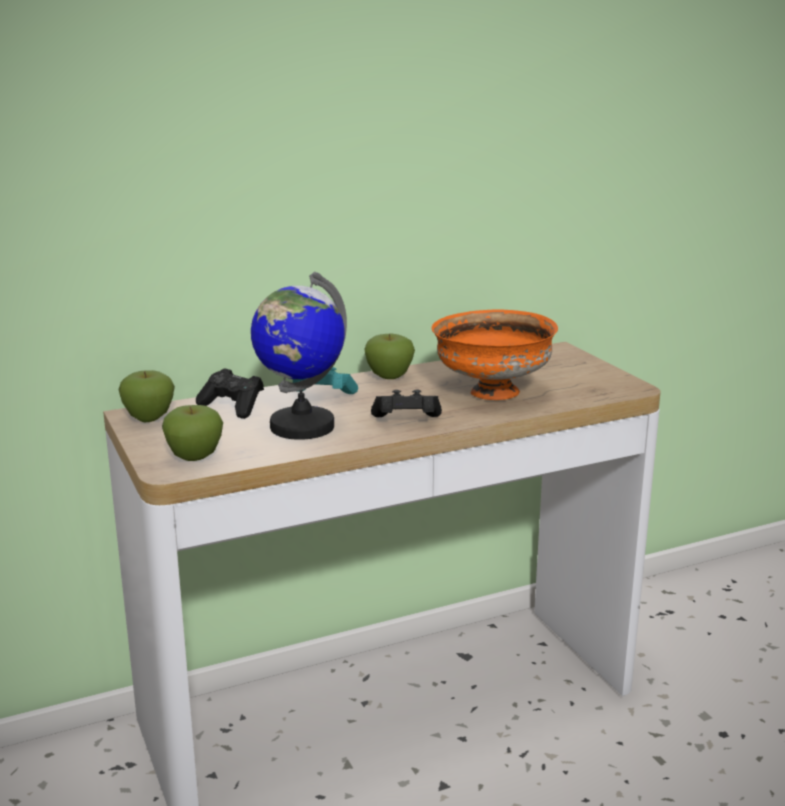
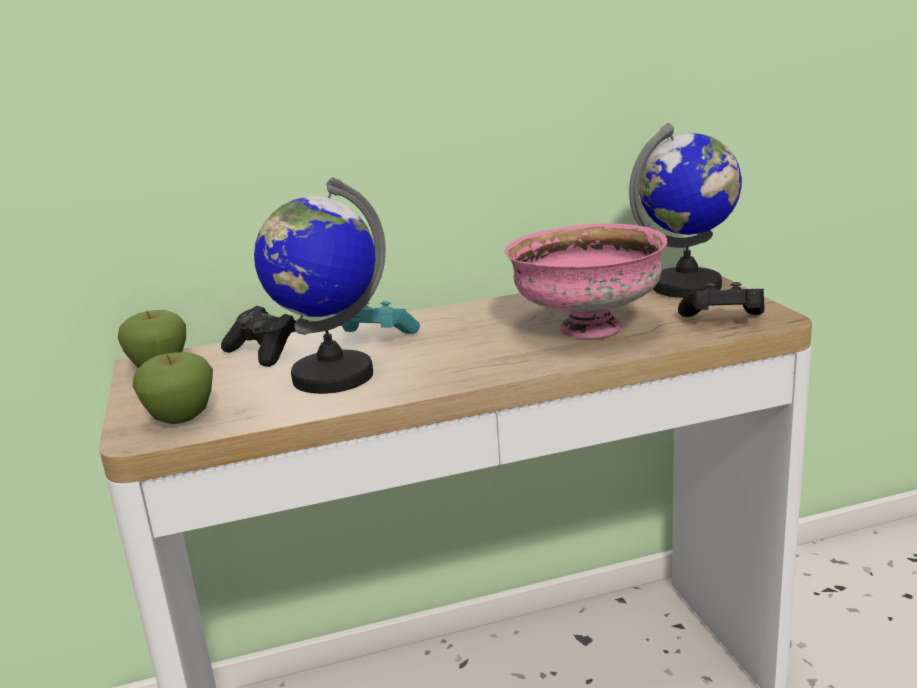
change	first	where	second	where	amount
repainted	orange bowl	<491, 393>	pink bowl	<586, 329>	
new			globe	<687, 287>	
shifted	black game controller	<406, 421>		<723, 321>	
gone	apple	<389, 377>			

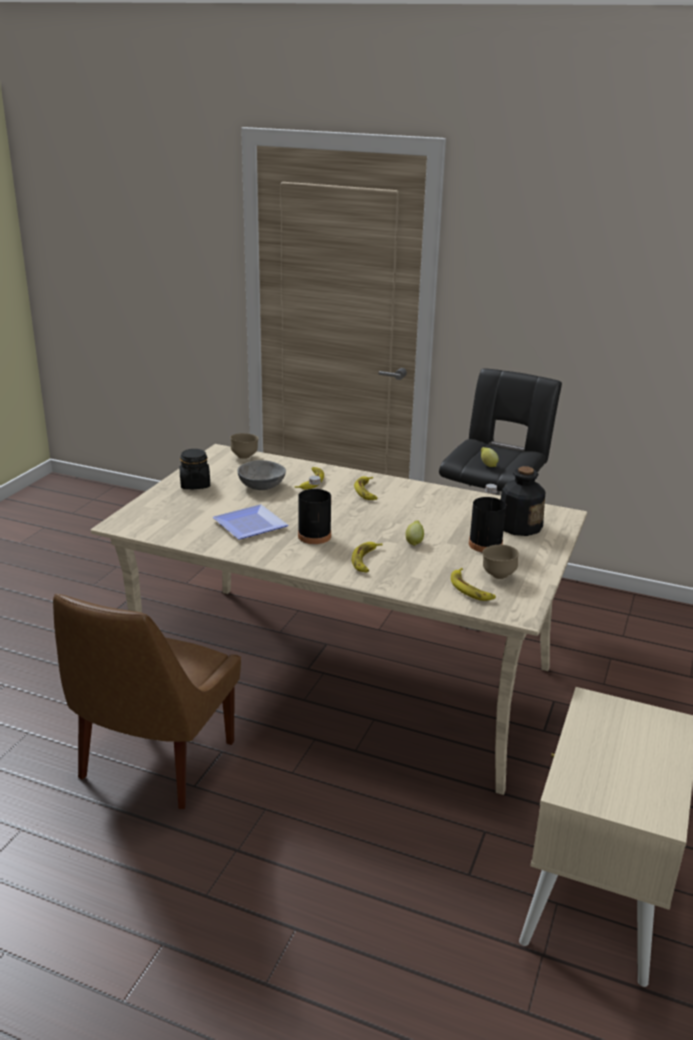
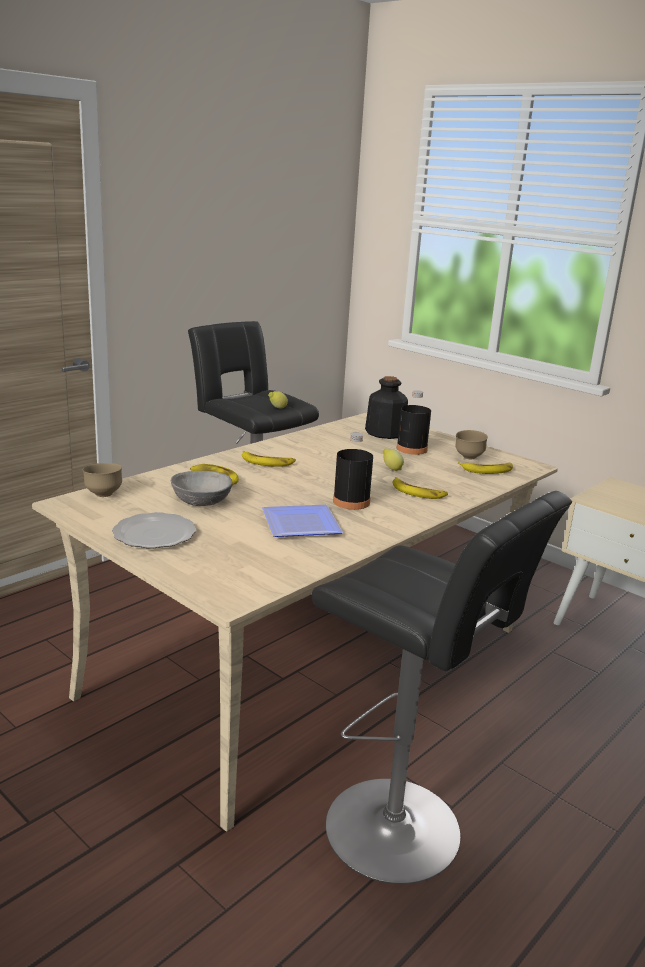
change	first	where	second	where	amount
swapped	black jar	<195, 484>	plate	<155, 534>	
swapped	brown chair	<154, 763>	black stool	<402, 833>	

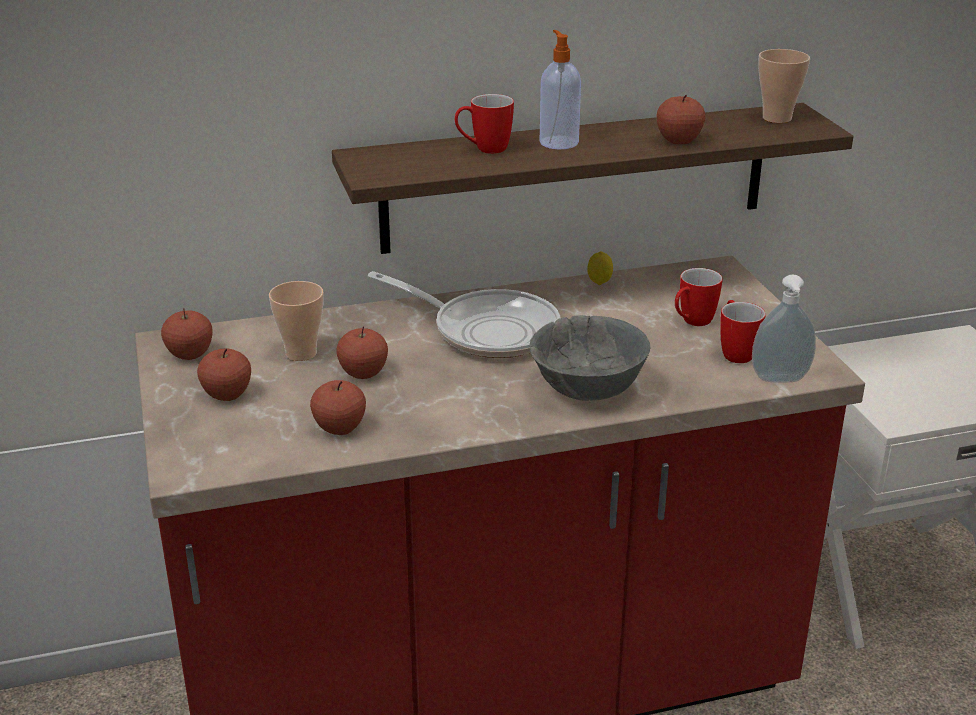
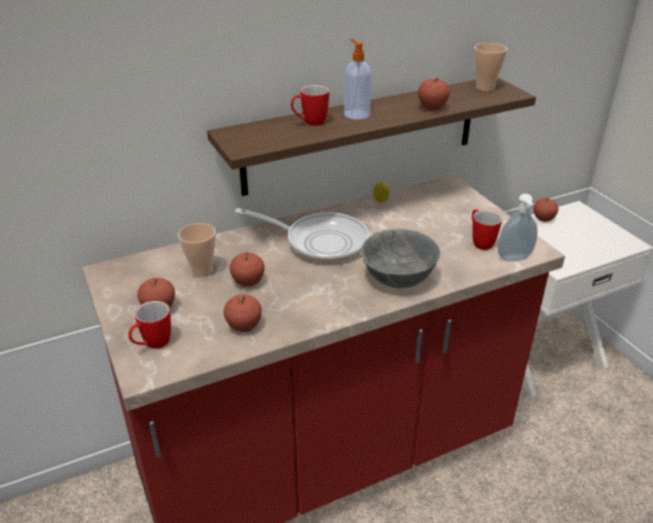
change	first	where	second	where	amount
shifted	mug	<692, 323>		<152, 345>	
shifted	apple	<190, 354>		<543, 219>	

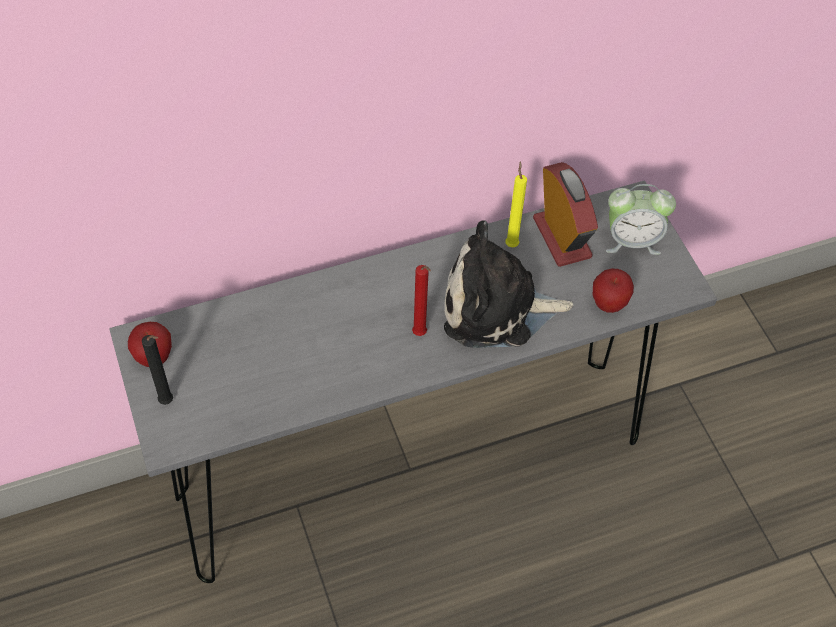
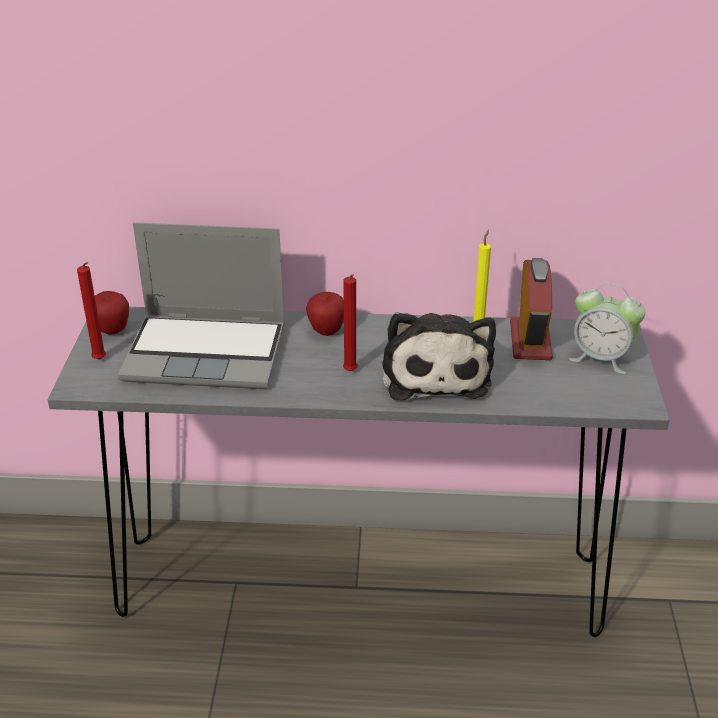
change	first	where	second	where	amount
repainted	black candle	<168, 402>	red candle	<100, 360>	
new			laptop	<208, 353>	
shifted	apple	<608, 304>		<326, 331>	
rotated	plush toy	<497, 308>		<435, 372>	120 degrees counterclockwise

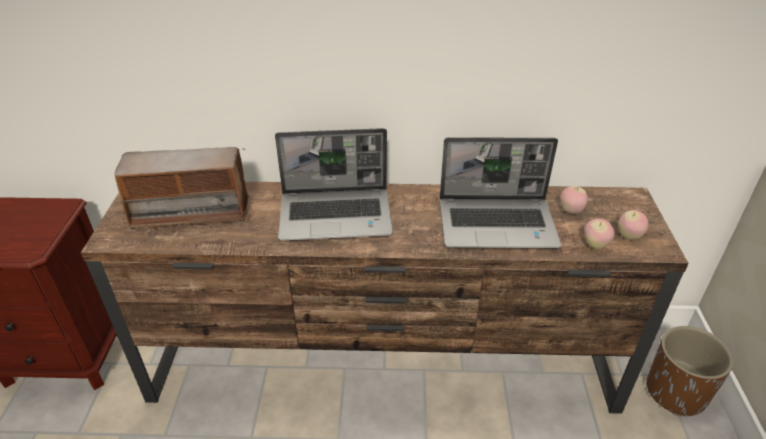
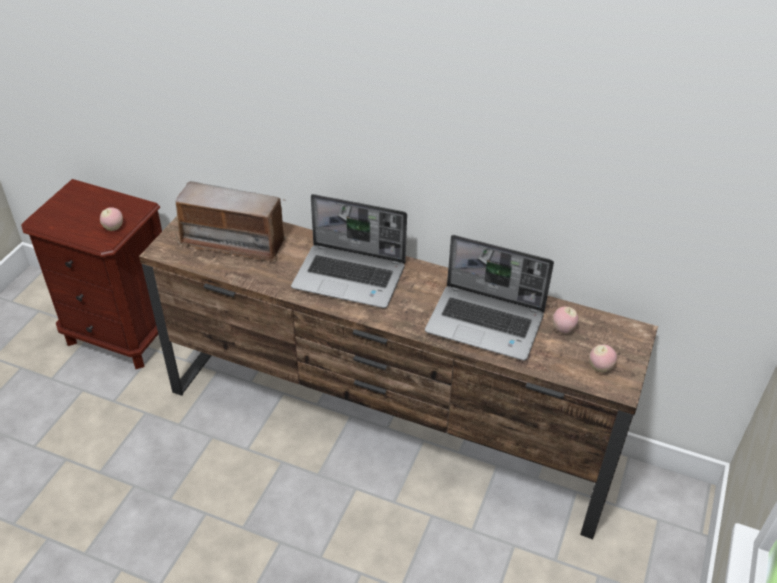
change	first	where	second	where	amount
shifted	apple	<595, 245>		<114, 228>	
gone	brown planter	<676, 392>			

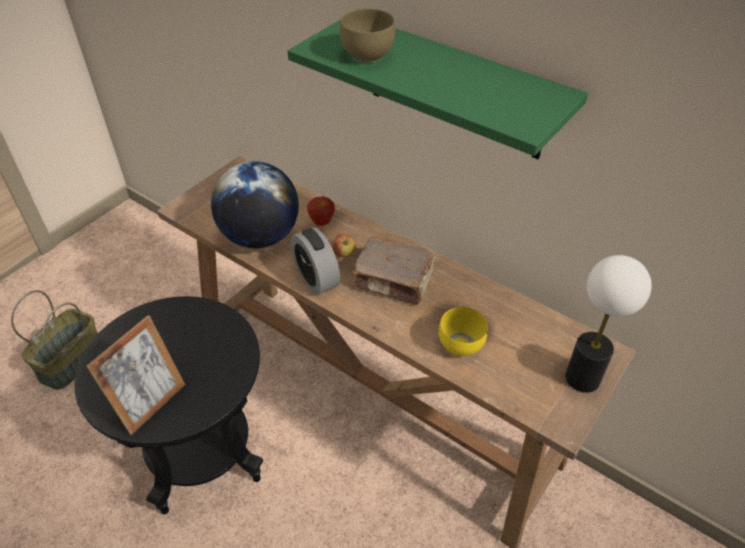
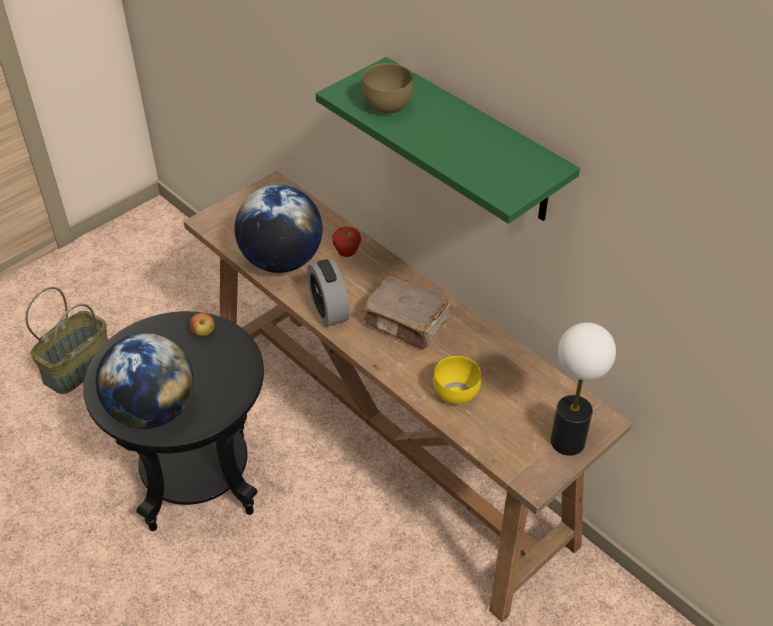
change	first	where	second	where	amount
swapped	picture frame	<151, 404>	globe	<152, 411>	
shifted	apple	<344, 253>		<203, 332>	

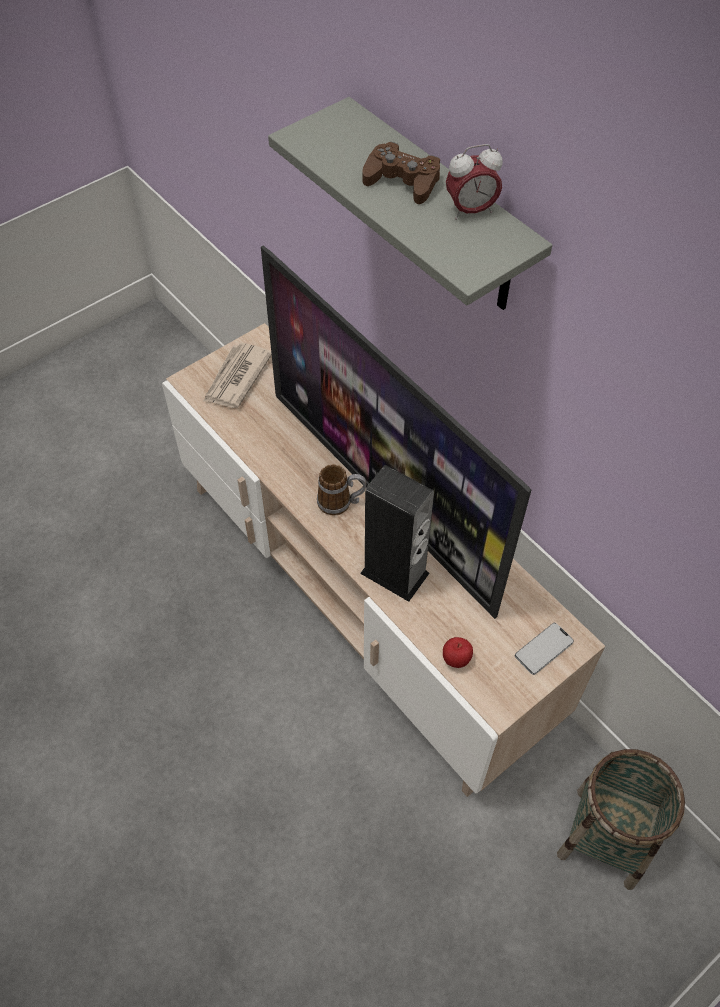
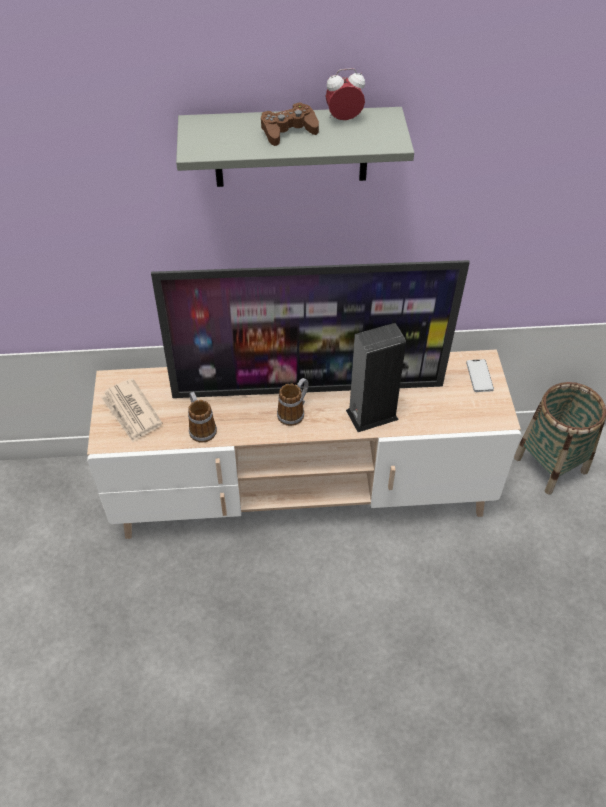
change	first	where	second	where	amount
new			mug	<201, 427>	
rotated	alarm clock	<470, 211>		<344, 119>	120 degrees counterclockwise
gone	apple	<456, 659>			

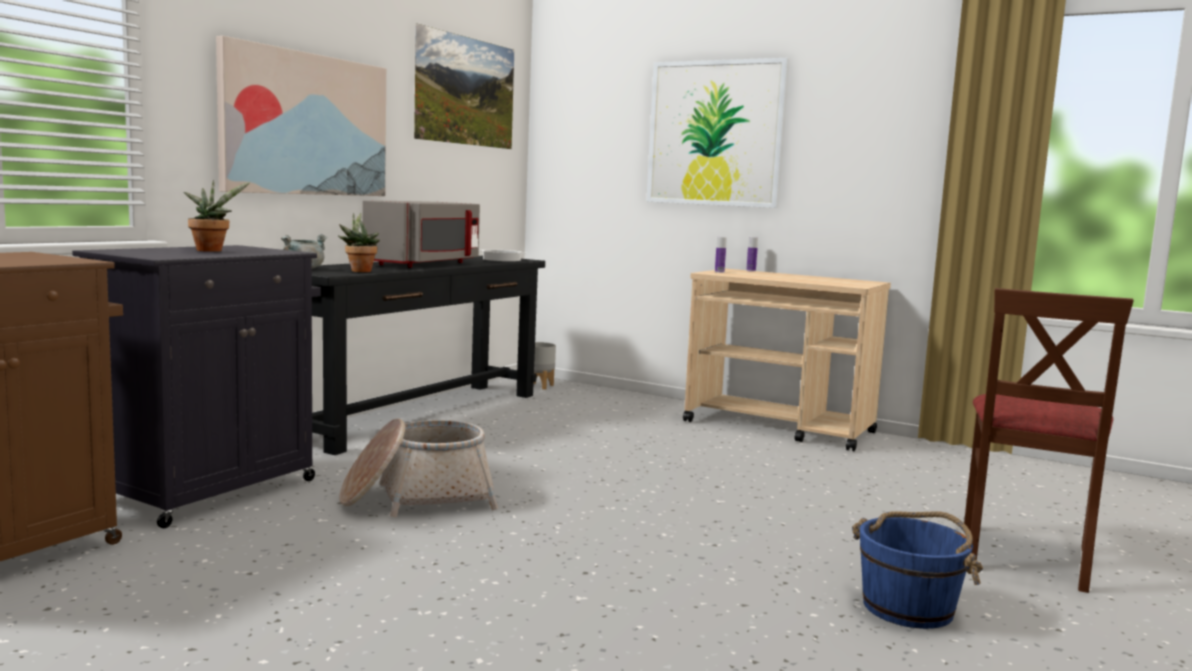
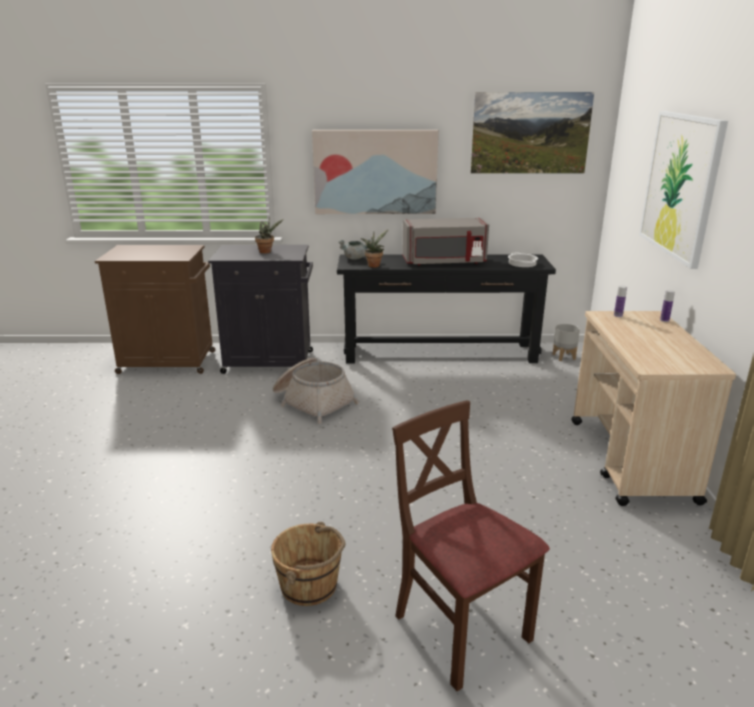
change	first	where	second	where	amount
repainted	blue bucket	<909, 608>	brown bucket	<310, 585>	
rotated	brown chair	<1025, 557>		<460, 629>	60 degrees clockwise

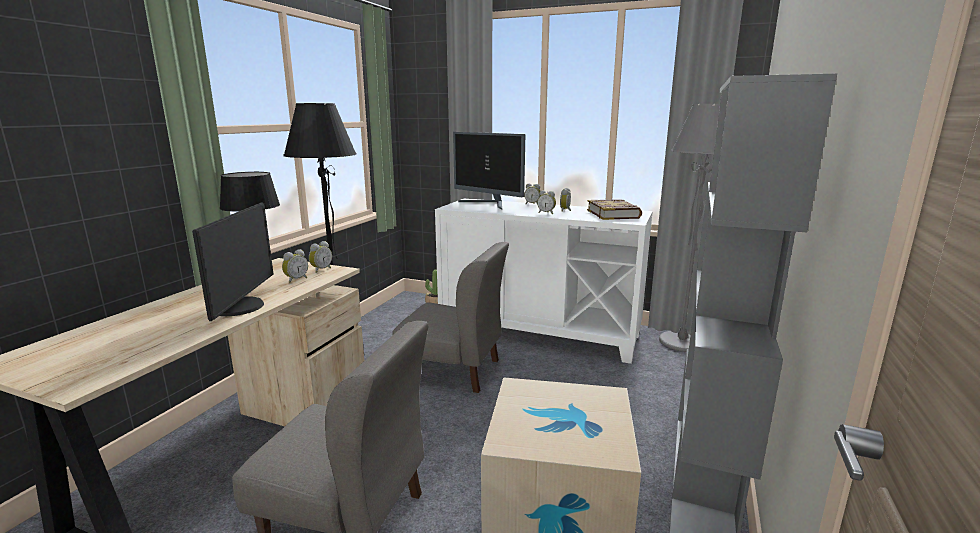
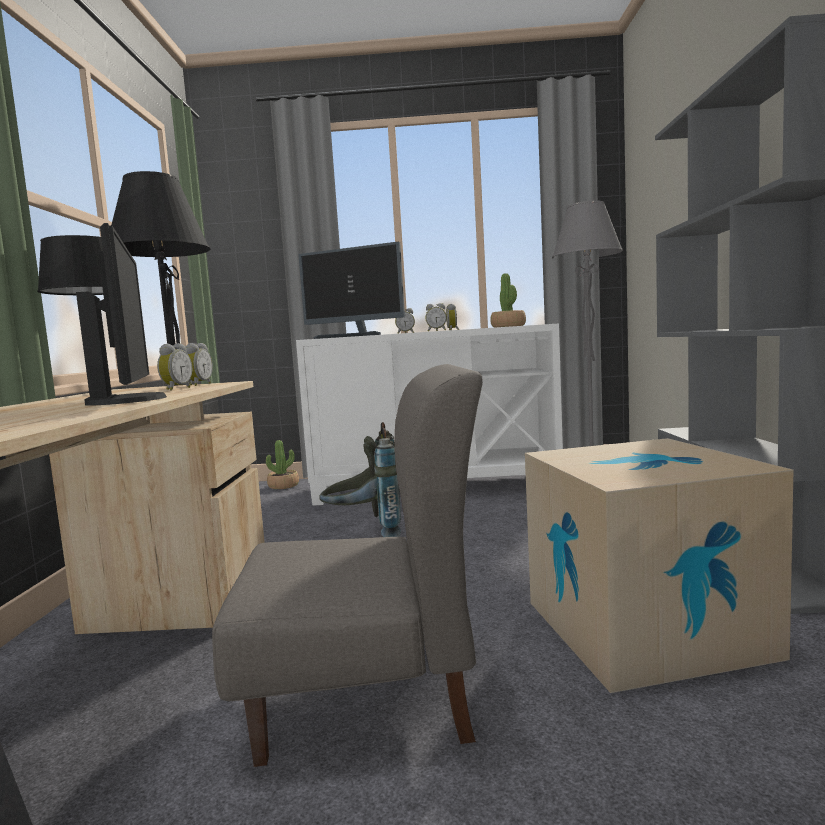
change	first	where	second	where	amount
swapped	grey chair	<453, 370>	grey backpack	<365, 532>	
swapped	book	<613, 214>	potted plant	<508, 326>	

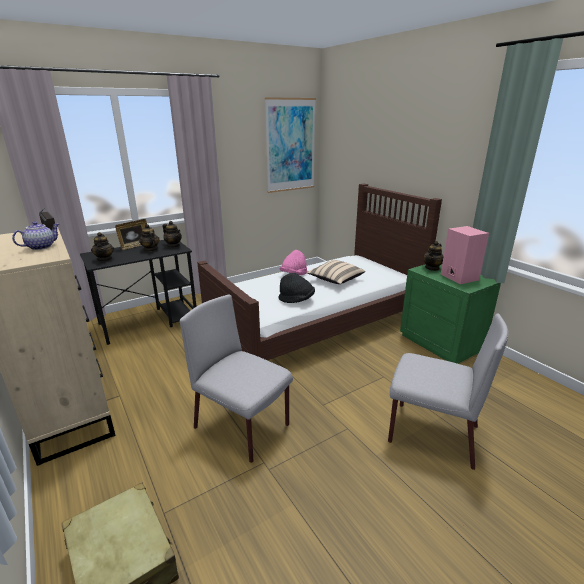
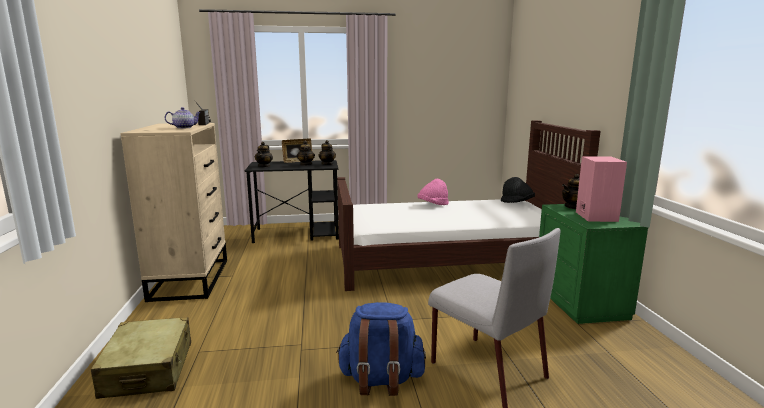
change	first	where	second	where	amount
new			blue backpack	<381, 380>	
shifted	black hat	<297, 300>		<517, 203>	
gone	grey chair	<243, 427>			
gone	picture	<290, 145>			
gone	beige pillow	<335, 280>			

